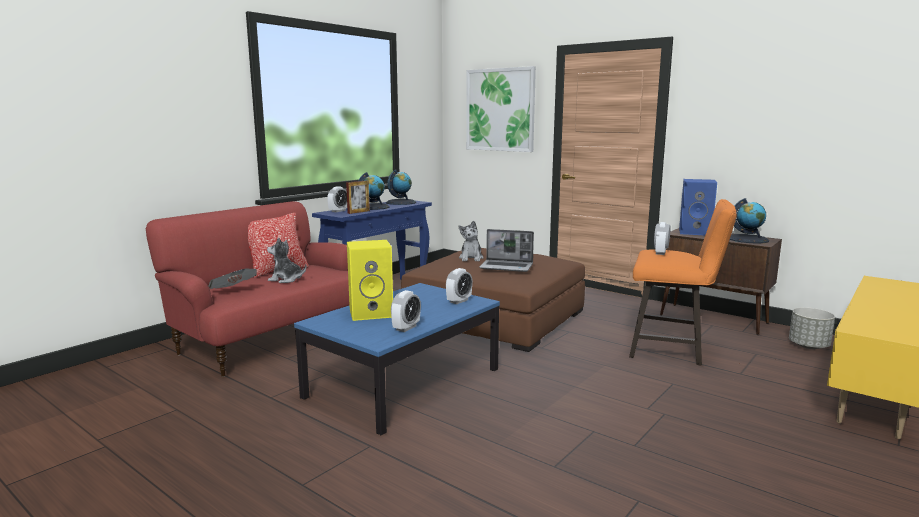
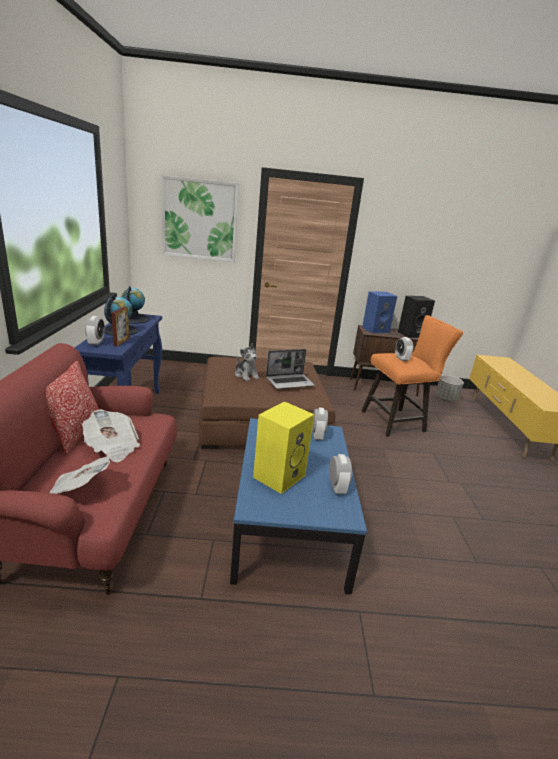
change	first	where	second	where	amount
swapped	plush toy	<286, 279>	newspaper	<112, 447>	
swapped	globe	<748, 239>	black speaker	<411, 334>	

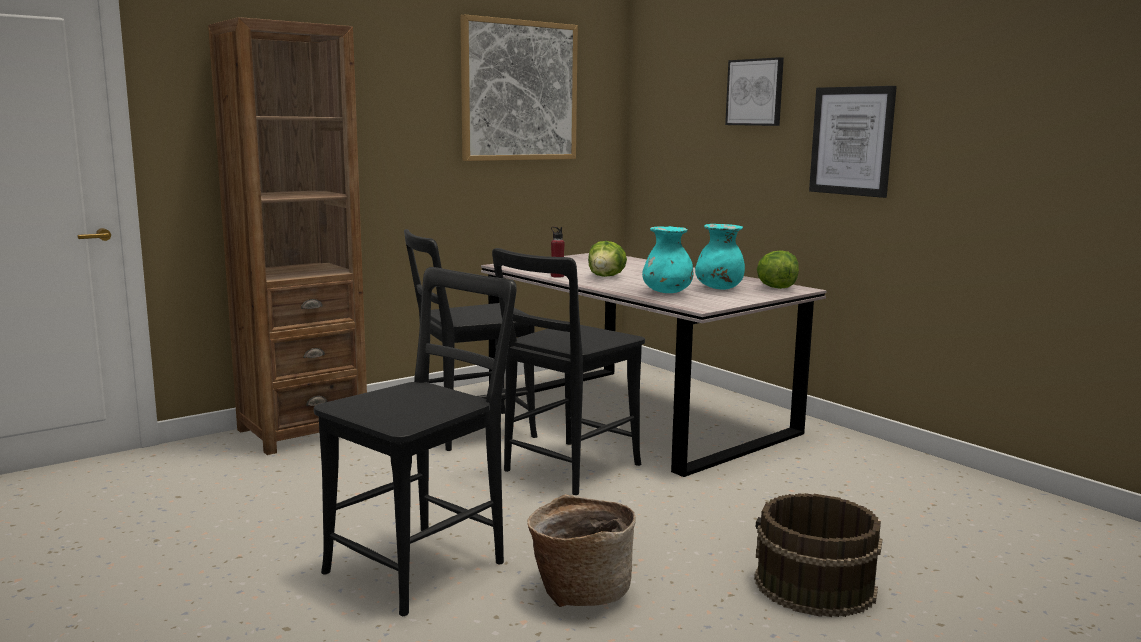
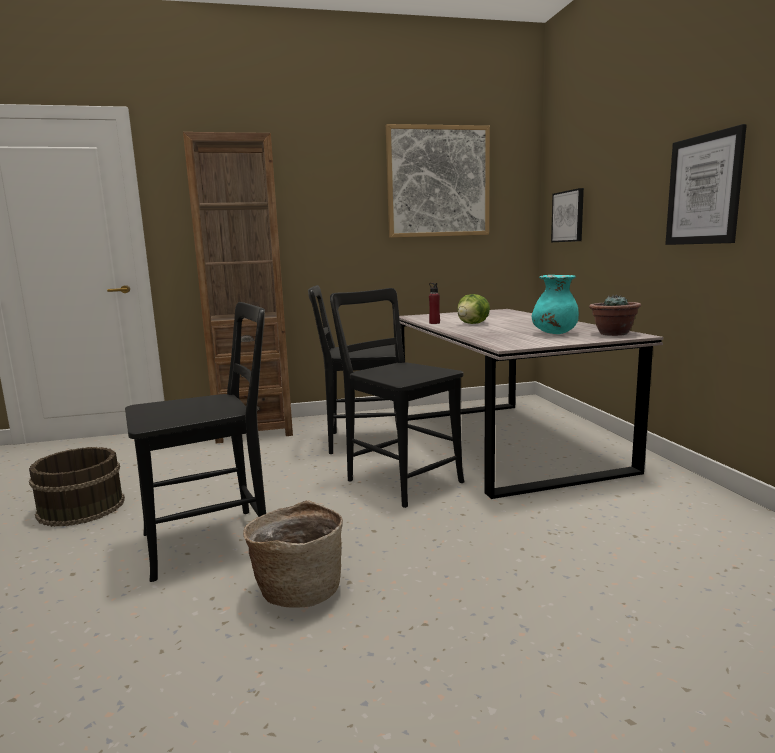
change	first	where	second	where	amount
shifted	brown bucket	<814, 586>		<80, 508>	
rotated	black chair	<567, 470>		<400, 479>	75 degrees clockwise
shifted	picture	<755, 92>		<568, 216>	
swapped	lettuce	<776, 287>	potted plant	<612, 334>	
gone	turquoise vase	<667, 293>			

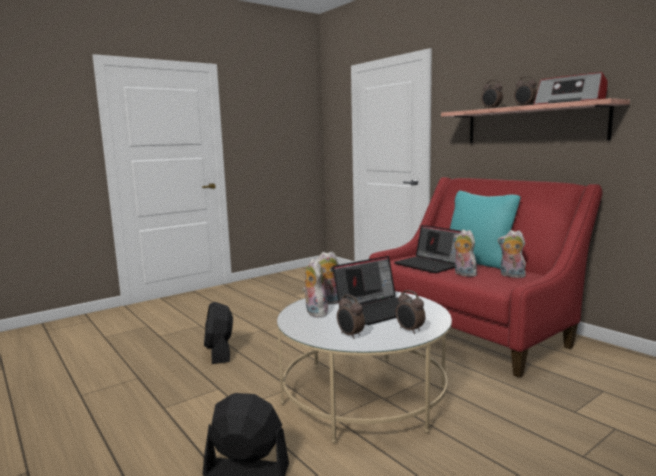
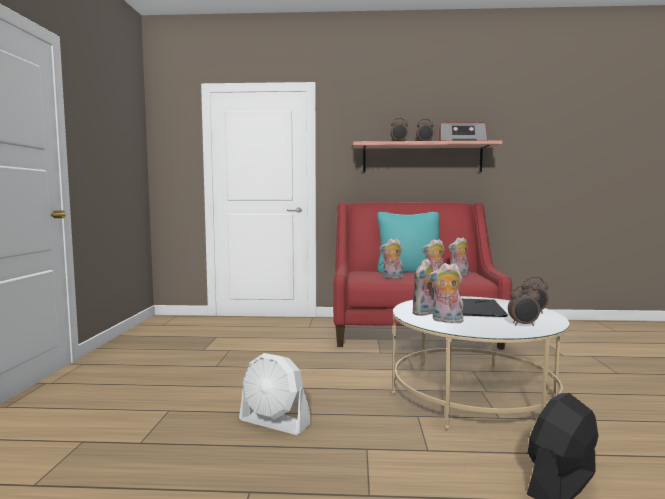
change	first	where	second	where	amount
repainted	black fan	<220, 353>	white fan	<274, 422>	
swapped	laptop	<429, 265>	plush toy	<392, 277>	

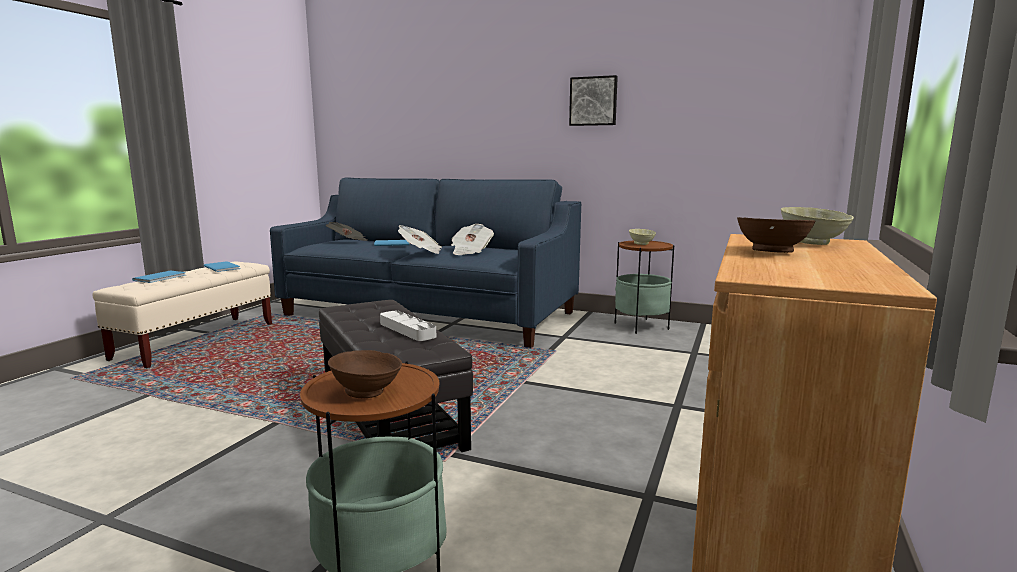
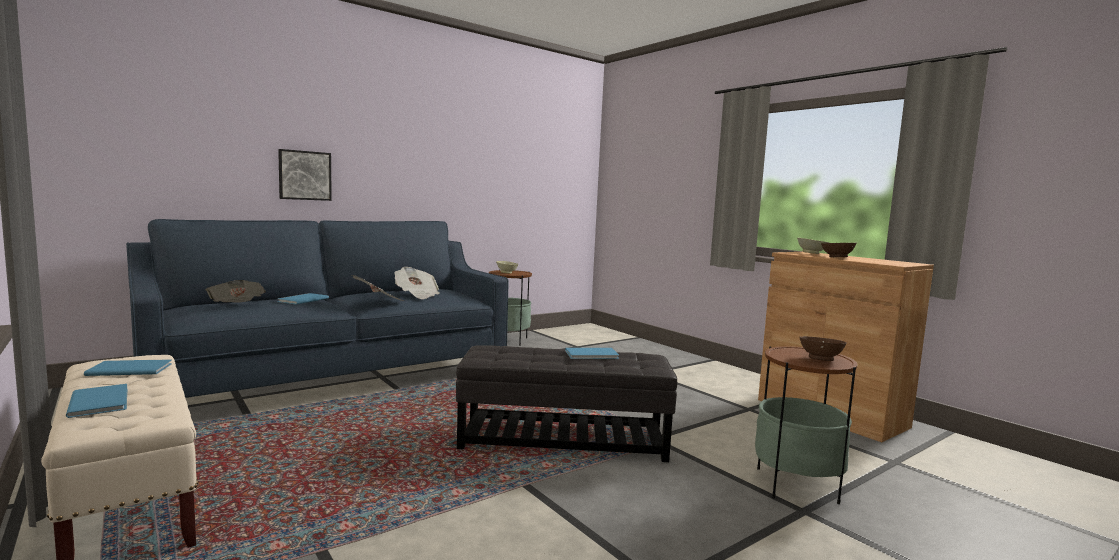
change	first	where	second	where	amount
shifted	picture	<593, 101>		<304, 175>	
swapped	grey tray	<407, 330>	blue book	<593, 355>	

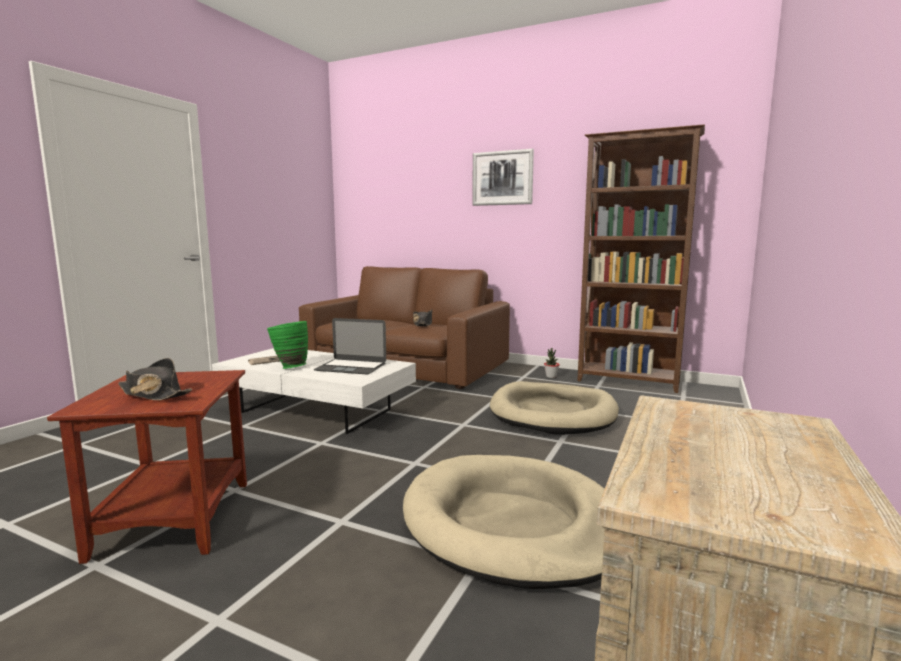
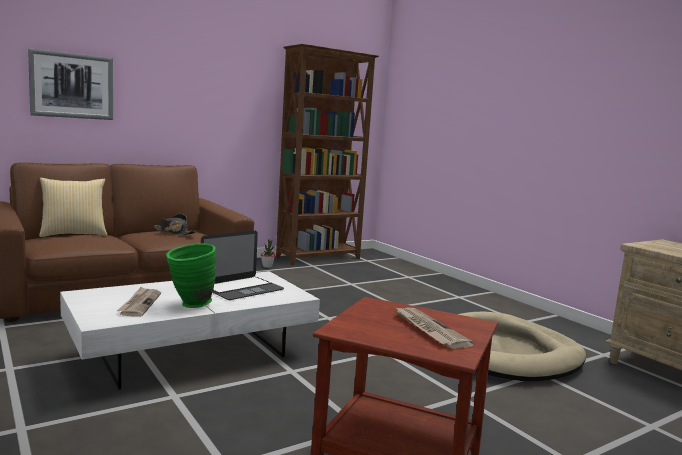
change	first	where	second	where	amount
shifted	picture	<502, 178>		<72, 86>	
new			pillow	<74, 234>	
swapped	black hat	<153, 394>	newspaper	<429, 330>	
gone	beige dog bed	<553, 413>			

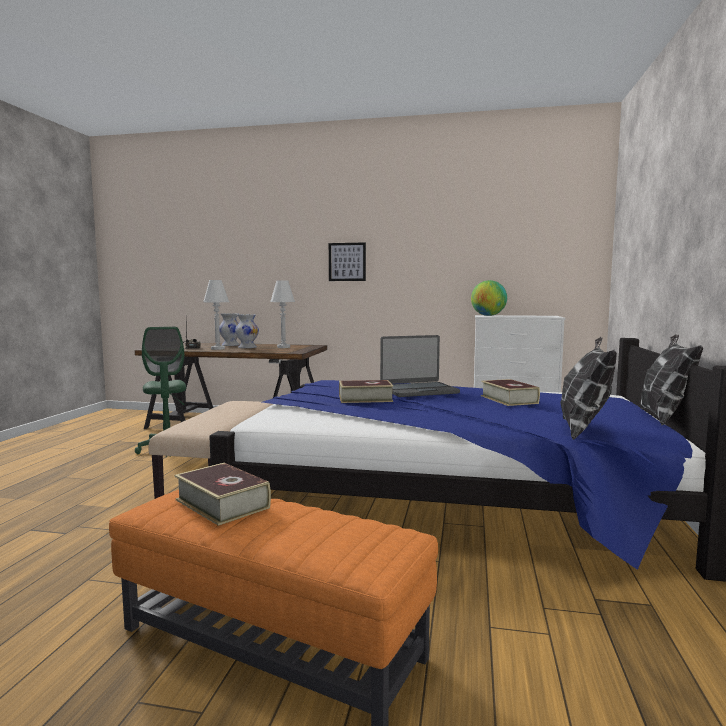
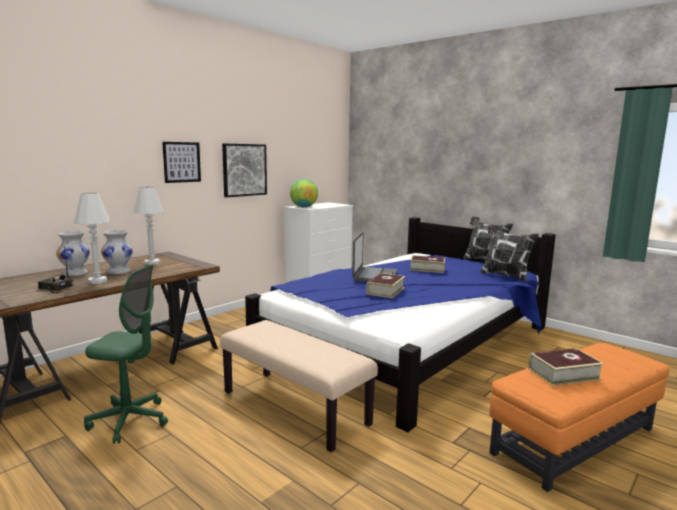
change	first	where	second	where	amount
new			picture	<244, 170>	

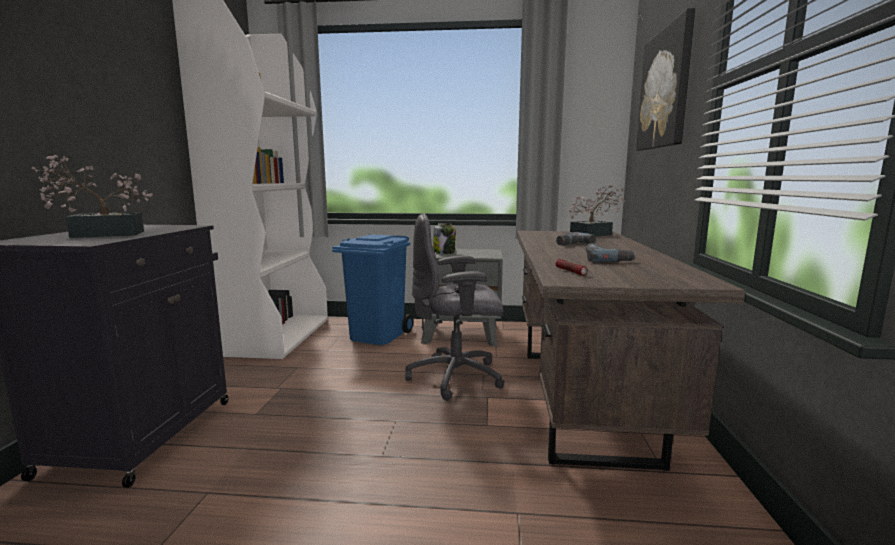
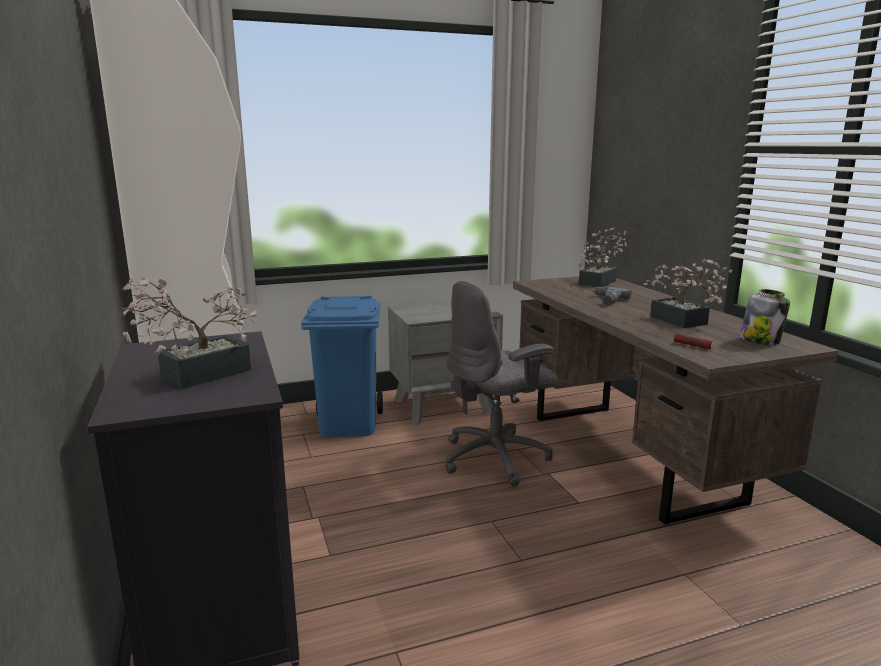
change	first	where	second	where	amount
swapped	power drill	<606, 258>	potted plant	<682, 322>	
shifted	jar	<444, 252>		<760, 340>	
gone	picture	<666, 89>			

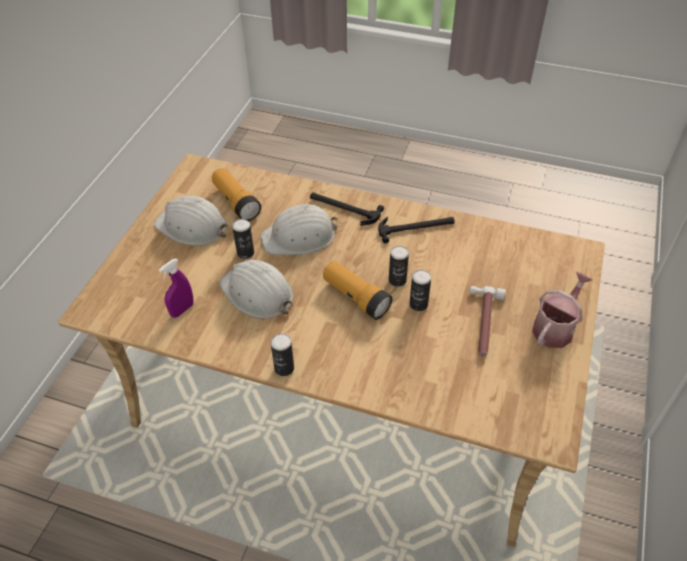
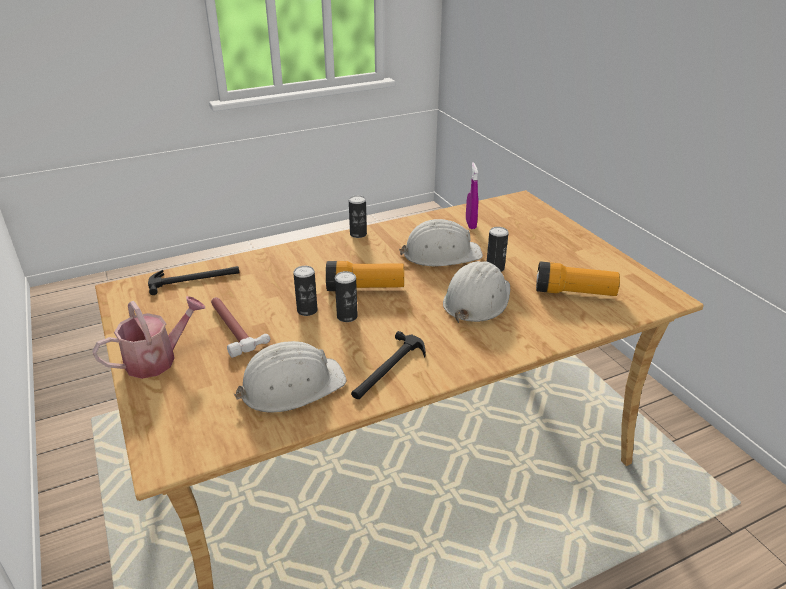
change	first	where	second	where	amount
rotated	watering can	<555, 327>		<157, 359>	120 degrees counterclockwise
shifted	hammer	<344, 208>		<195, 279>	
shifted	white hard hat	<192, 226>		<291, 385>	

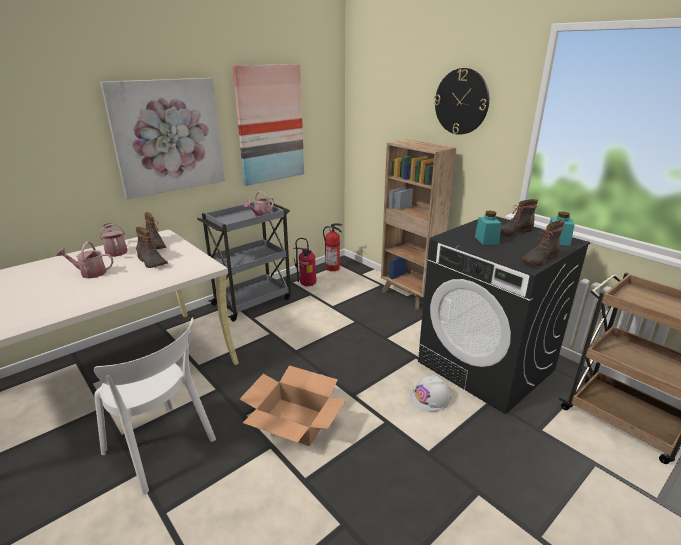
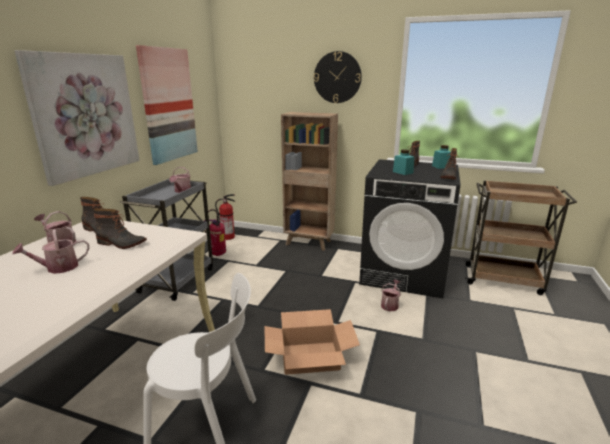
change	first	where	second	where	amount
swapped	white hard hat	<430, 398>	watering can	<390, 304>	

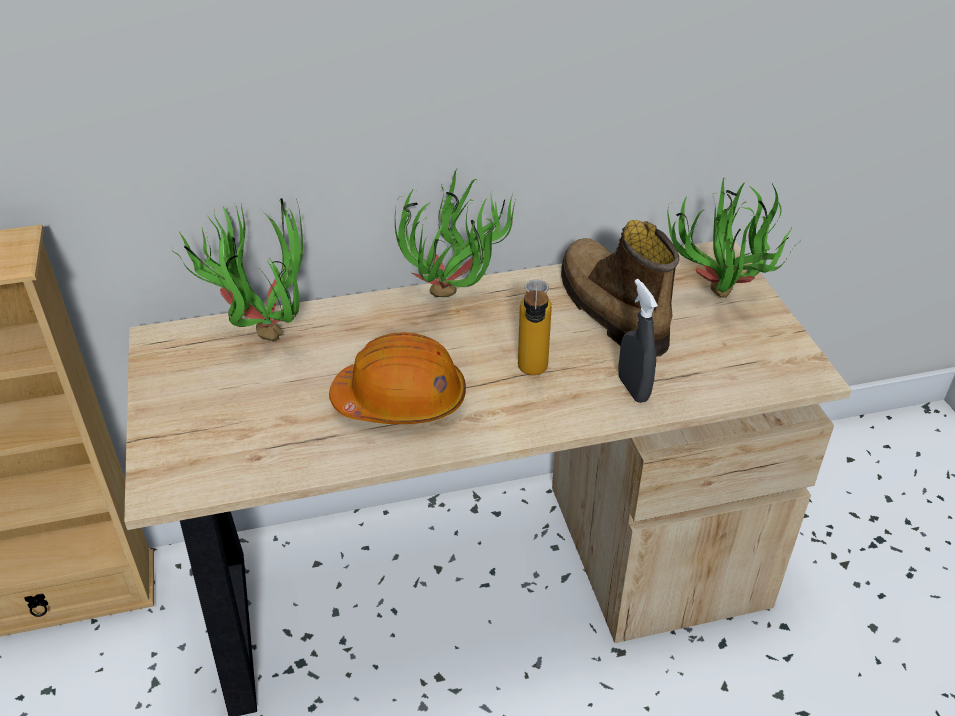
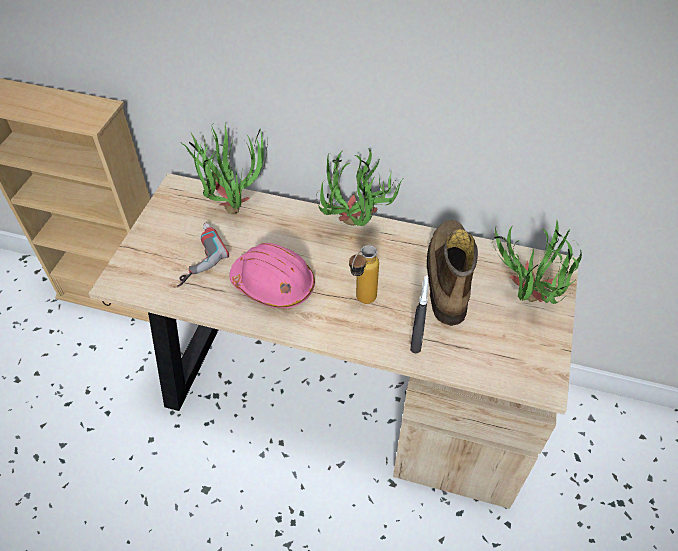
change	first	where	second	where	amount
new			power drill	<195, 257>	
repainted	orange hard hat	<401, 400>	pink hard hat	<273, 284>	

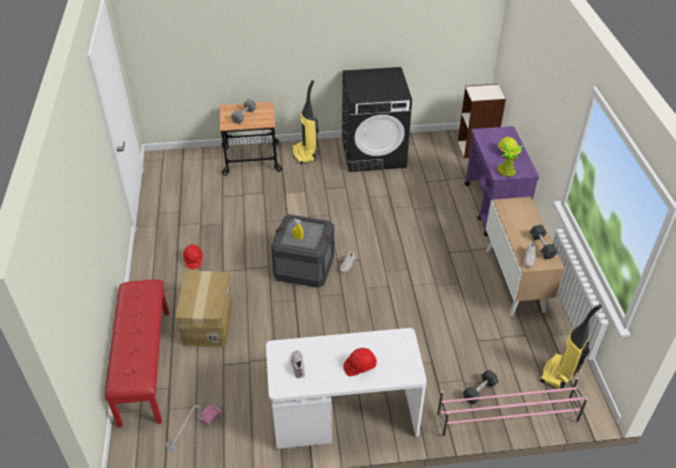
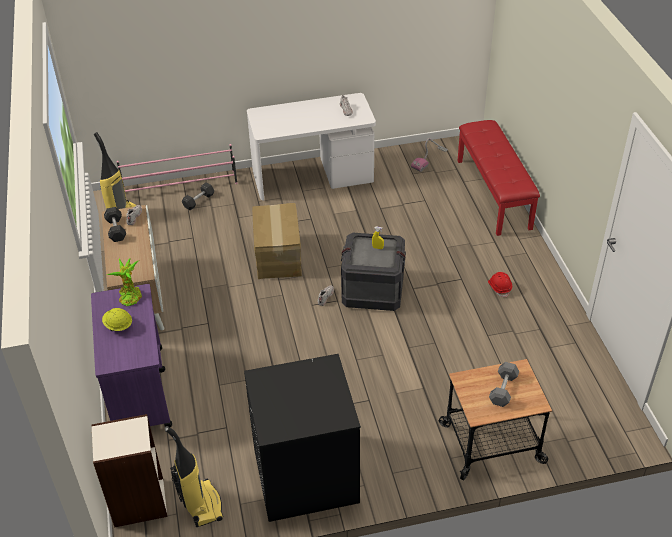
change	first	where	second	where	amount
shifted	vacuum cleaner	<305, 154>		<201, 504>	
shifted	cardboard box	<207, 321>		<279, 256>	
gone	red hard hat	<360, 366>			

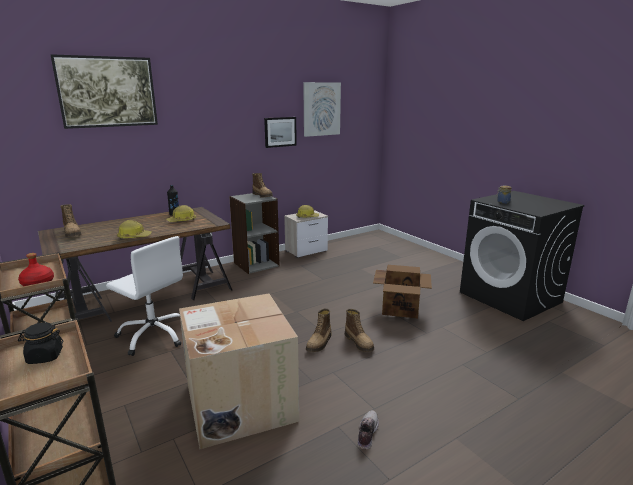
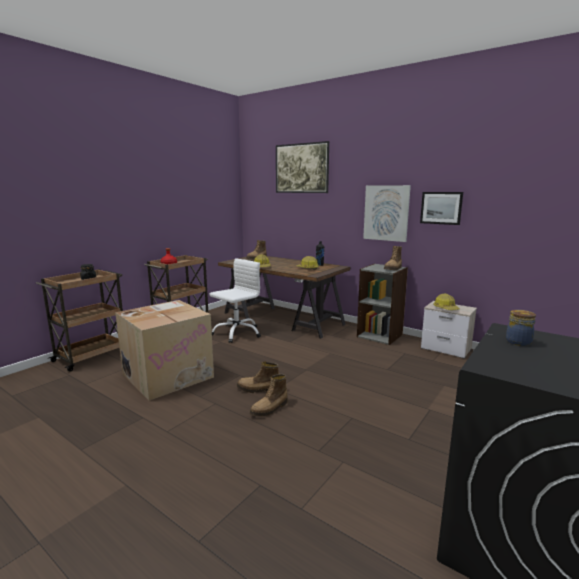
change	first	where	second	where	amount
rotated	white office chair	<154, 335>		<236, 333>	150 degrees counterclockwise
shifted	picture	<321, 109>		<386, 213>	
gone	shoe	<366, 433>			
gone	cardboard box	<400, 308>			

